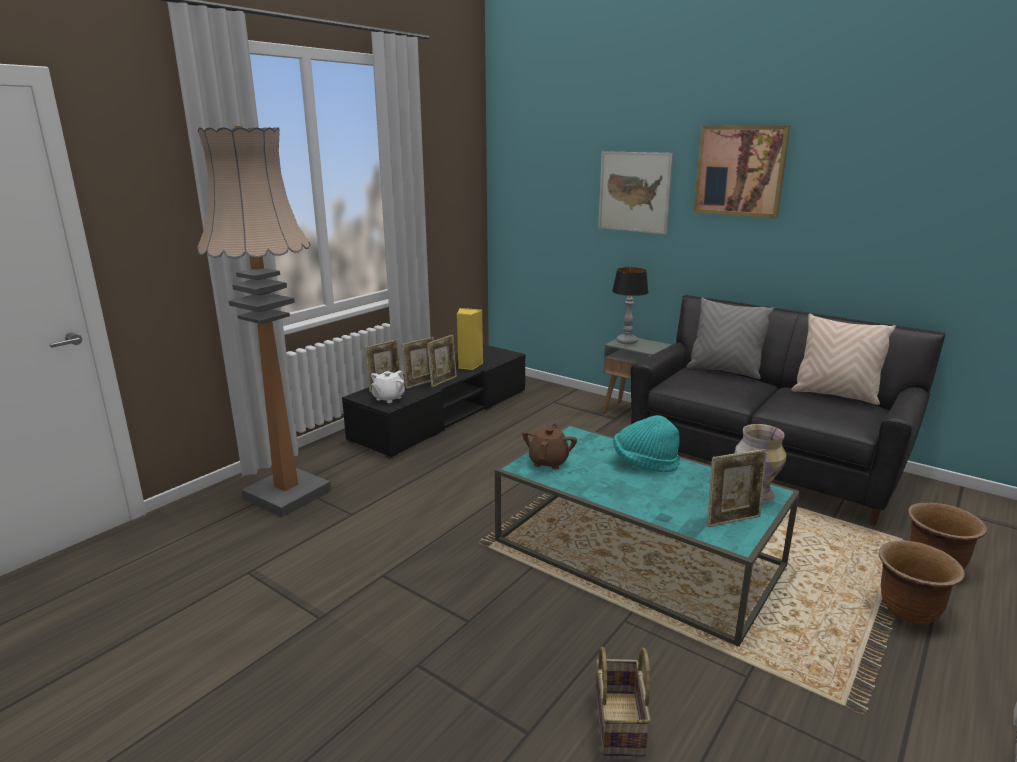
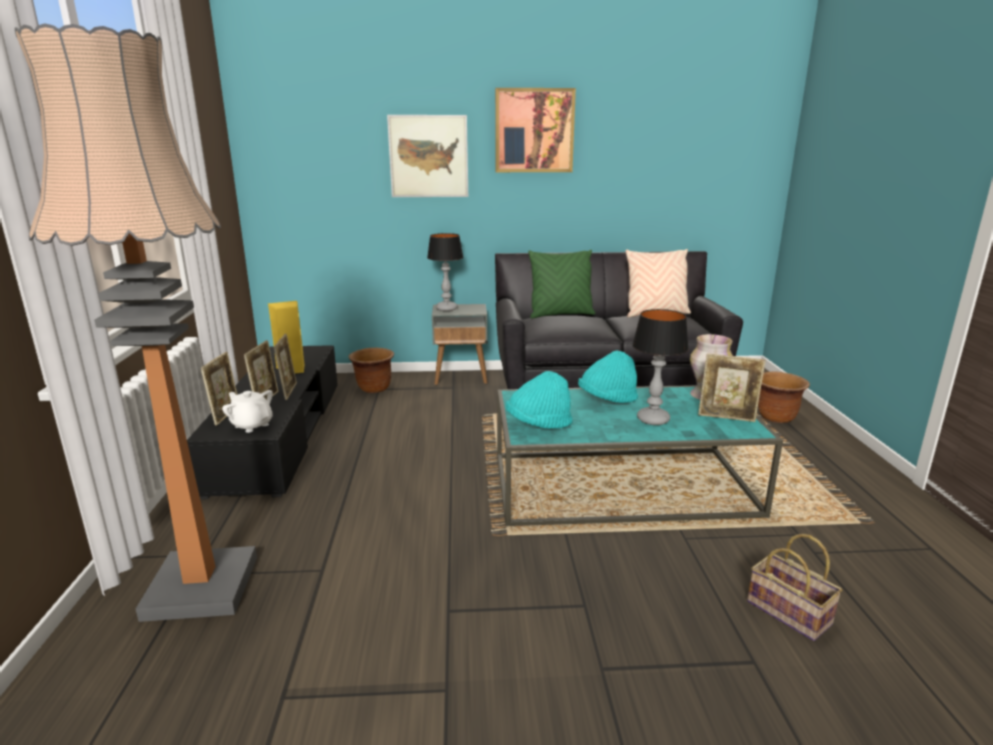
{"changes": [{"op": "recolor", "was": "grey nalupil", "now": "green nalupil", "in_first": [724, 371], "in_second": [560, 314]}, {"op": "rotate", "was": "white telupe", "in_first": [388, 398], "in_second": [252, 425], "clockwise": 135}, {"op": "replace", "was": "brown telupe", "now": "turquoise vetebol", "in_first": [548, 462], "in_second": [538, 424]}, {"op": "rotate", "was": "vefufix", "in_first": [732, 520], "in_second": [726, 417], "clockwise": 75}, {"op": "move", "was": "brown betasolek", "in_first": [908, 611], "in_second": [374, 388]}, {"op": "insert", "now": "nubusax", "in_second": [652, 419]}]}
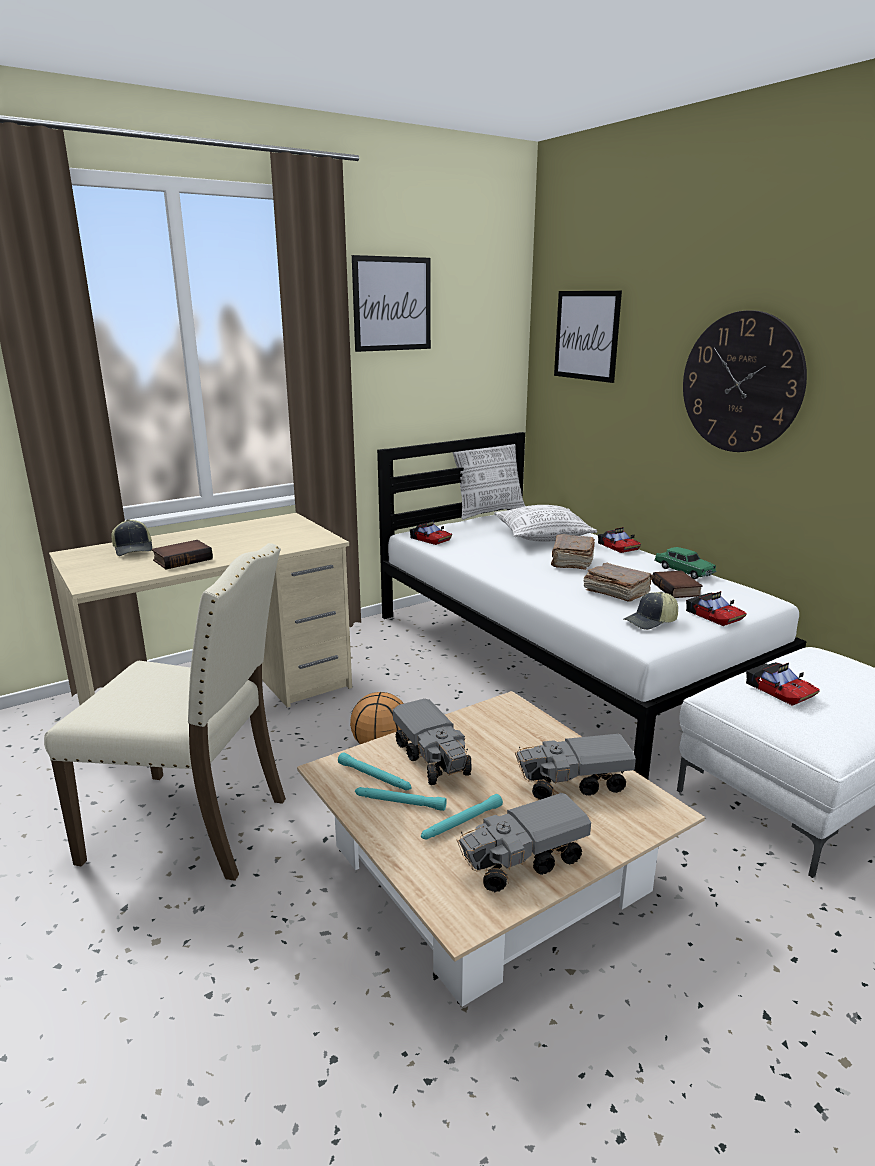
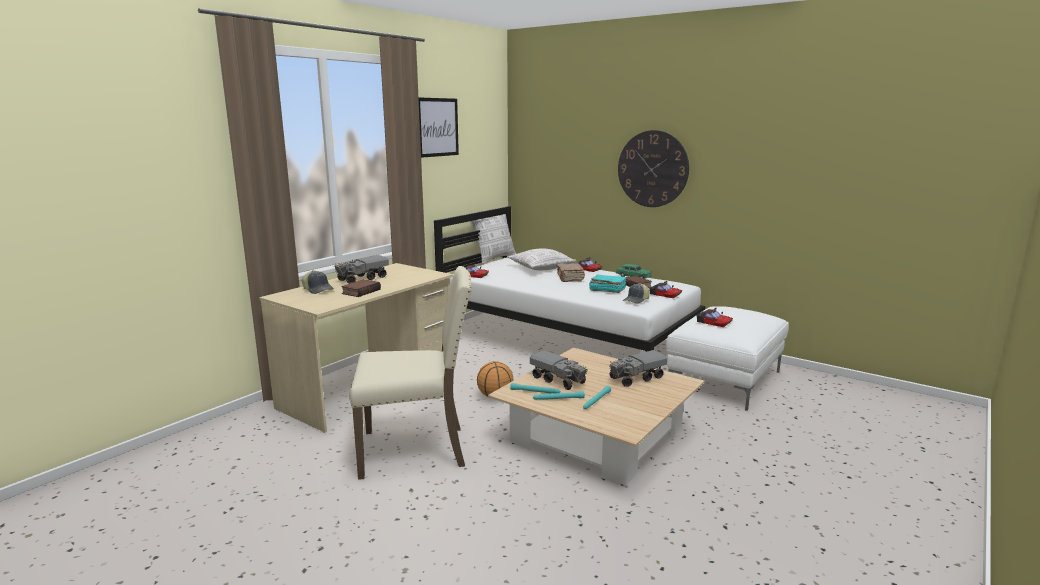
{"changes": [{"op": "delete", "was": "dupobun", "in_first": [586, 335]}, {"op": "recolor", "was": "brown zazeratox", "now": "turquoise zazeratox", "in_first": [616, 592], "in_second": [607, 290]}, {"op": "move", "was": "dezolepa", "in_first": [522, 860], "in_second": [362, 279]}]}
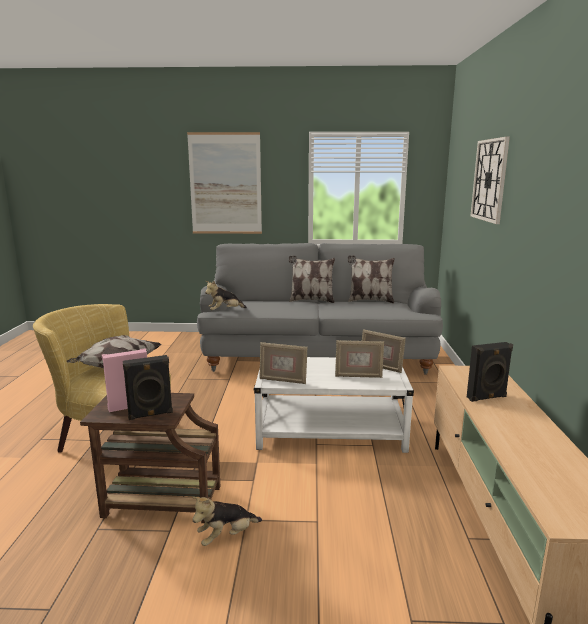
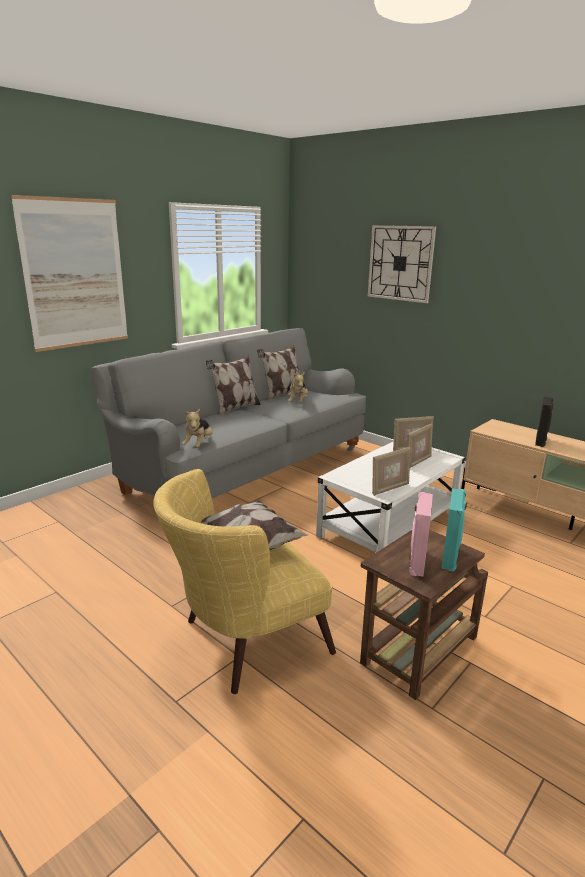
{"changes": [{"op": "recolor", "was": "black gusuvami", "now": "turquoise gusuvami", "in_first": [150, 414], "in_second": [450, 557]}, {"op": "move", "was": "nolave", "in_first": [226, 536], "in_second": [298, 402]}]}
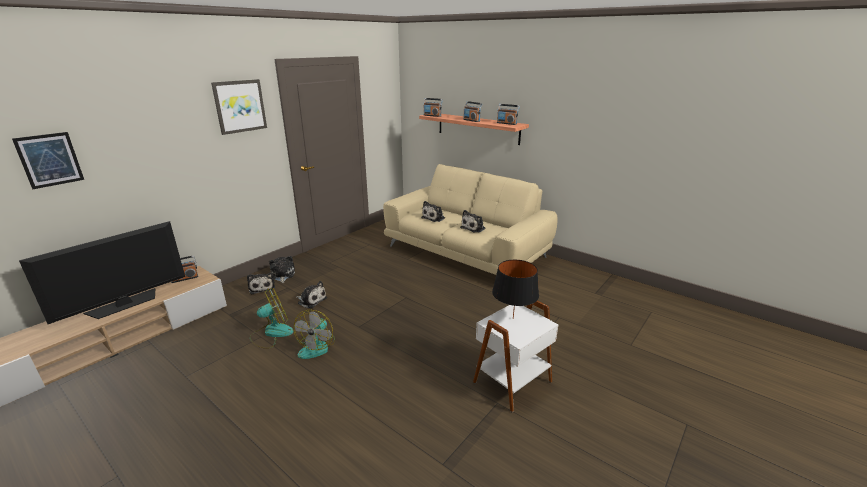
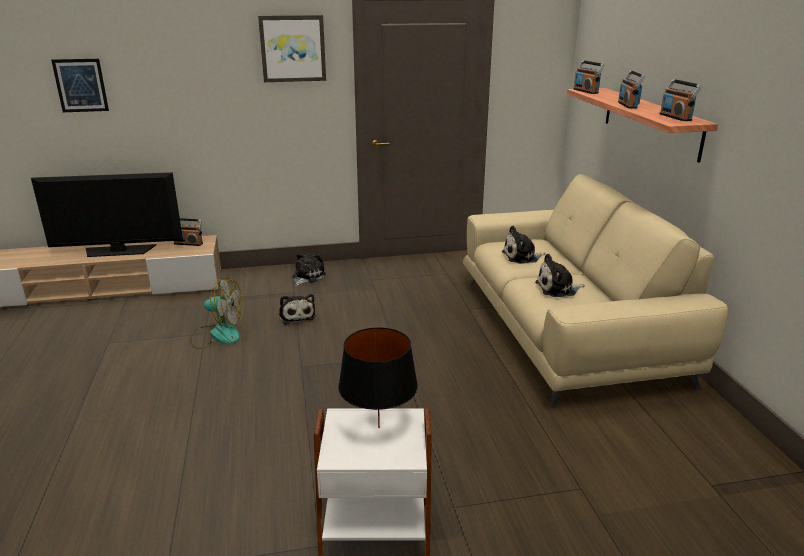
{"changes": [{"op": "delete", "was": "nolave", "in_first": [262, 287]}, {"op": "delete", "was": "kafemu", "in_first": [317, 346]}]}
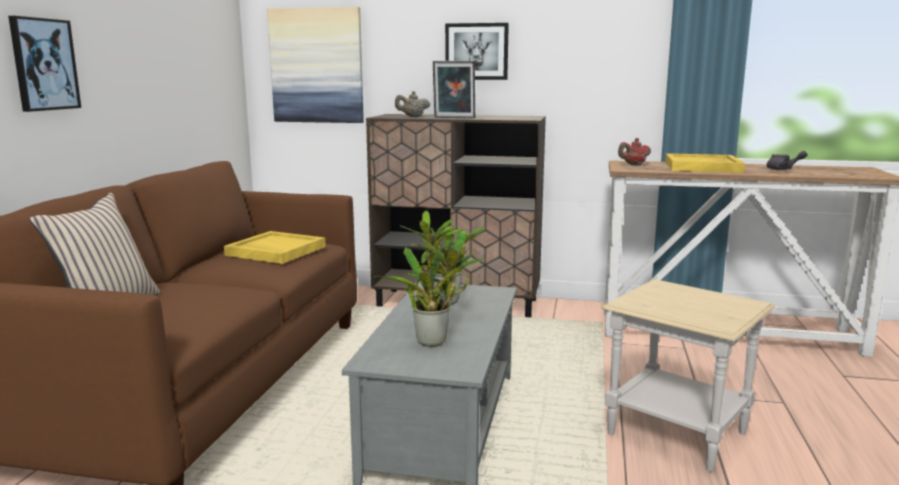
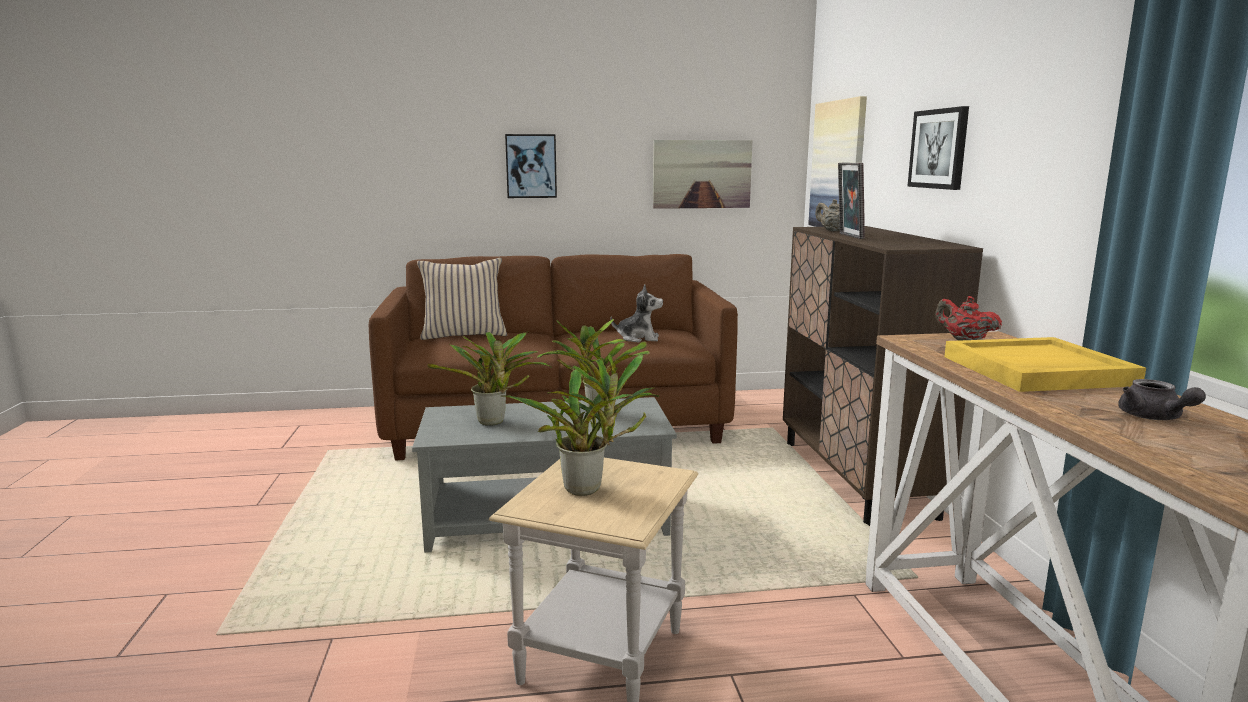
{"changes": [{"op": "replace", "was": "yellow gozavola", "now": "nolave", "in_first": [275, 251], "in_second": [638, 338]}, {"op": "insert", "now": "dupobun", "in_second": [702, 174]}, {"op": "insert", "now": "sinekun", "in_second": [588, 489]}]}
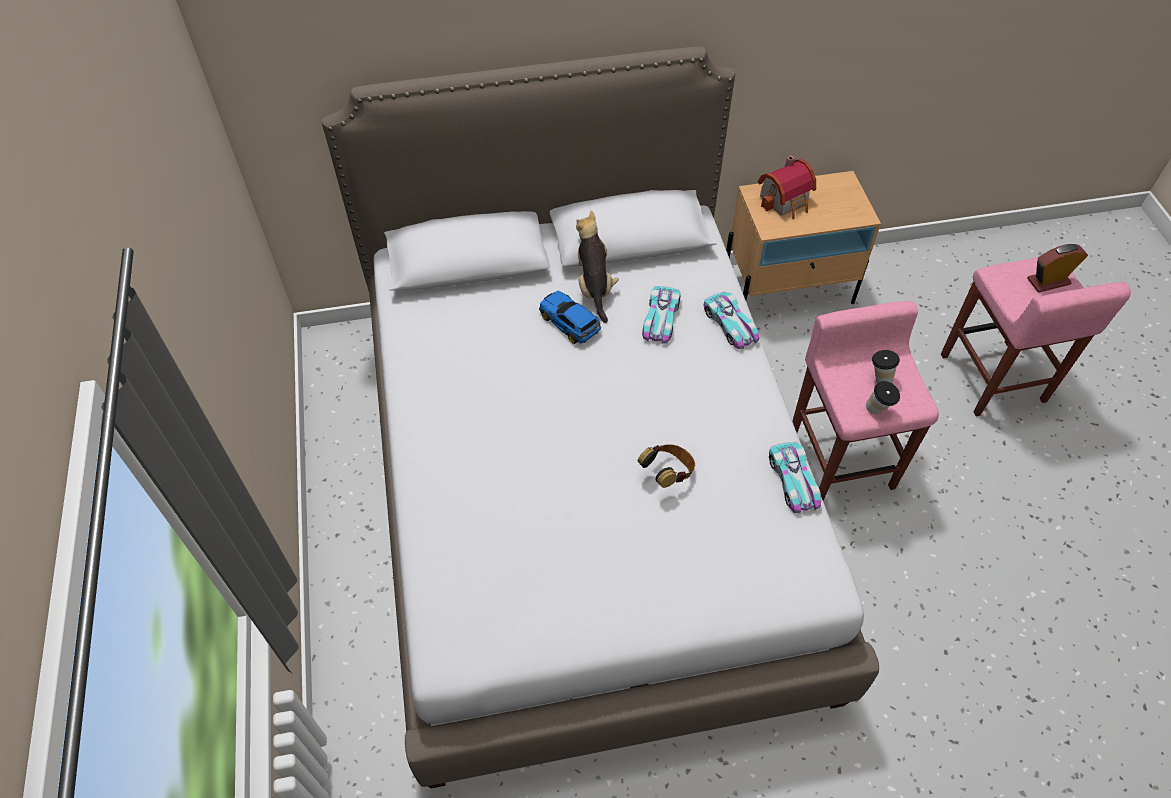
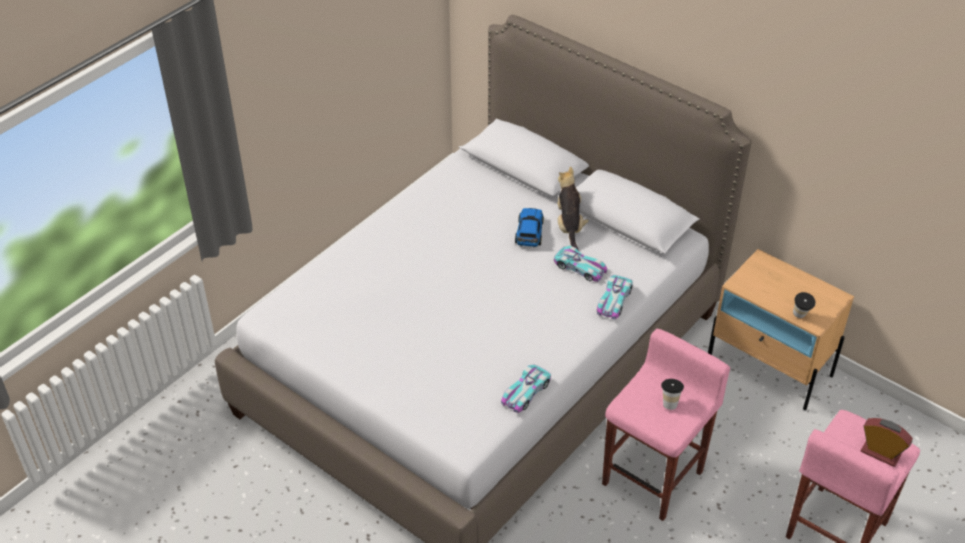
{"changes": [{"op": "delete", "was": "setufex", "in_first": [786, 201]}, {"op": "rotate", "was": "nolave", "in_first": [594, 286], "in_second": [569, 226], "clockwise": -45}, {"op": "rotate", "was": "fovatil", "in_first": [660, 318], "in_second": [580, 268], "clockwise": -120}, {"op": "move", "was": "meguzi", "in_first": [878, 410], "in_second": [800, 317]}, {"op": "delete", "was": "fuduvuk", "in_first": [668, 473]}]}
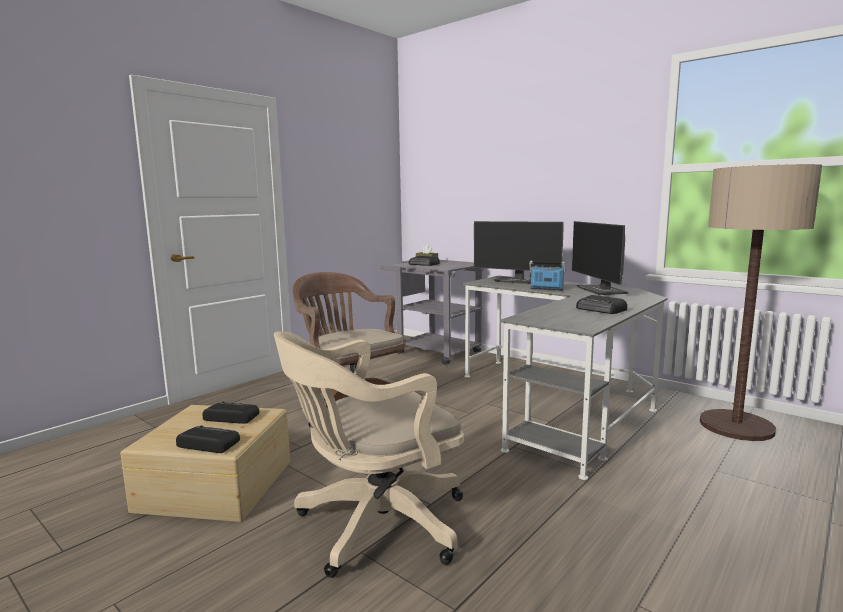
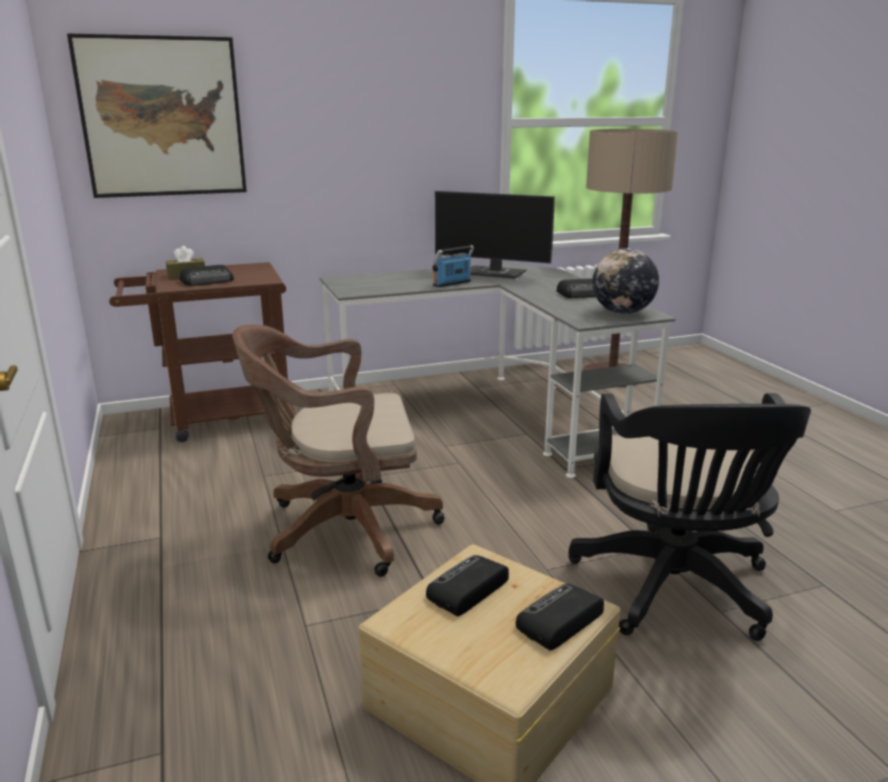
{"changes": [{"op": "delete", "was": "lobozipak", "in_first": [519, 281]}, {"op": "recolor", "was": "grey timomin", "now": "brown timomin", "in_first": [432, 351], "in_second": [218, 419]}, {"op": "recolor", "was": "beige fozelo", "now": "black fozelo", "in_first": [374, 526], "in_second": [675, 590]}, {"op": "insert", "now": "dupobun", "in_second": [162, 117]}, {"op": "insert", "now": "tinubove", "in_second": [622, 313]}]}
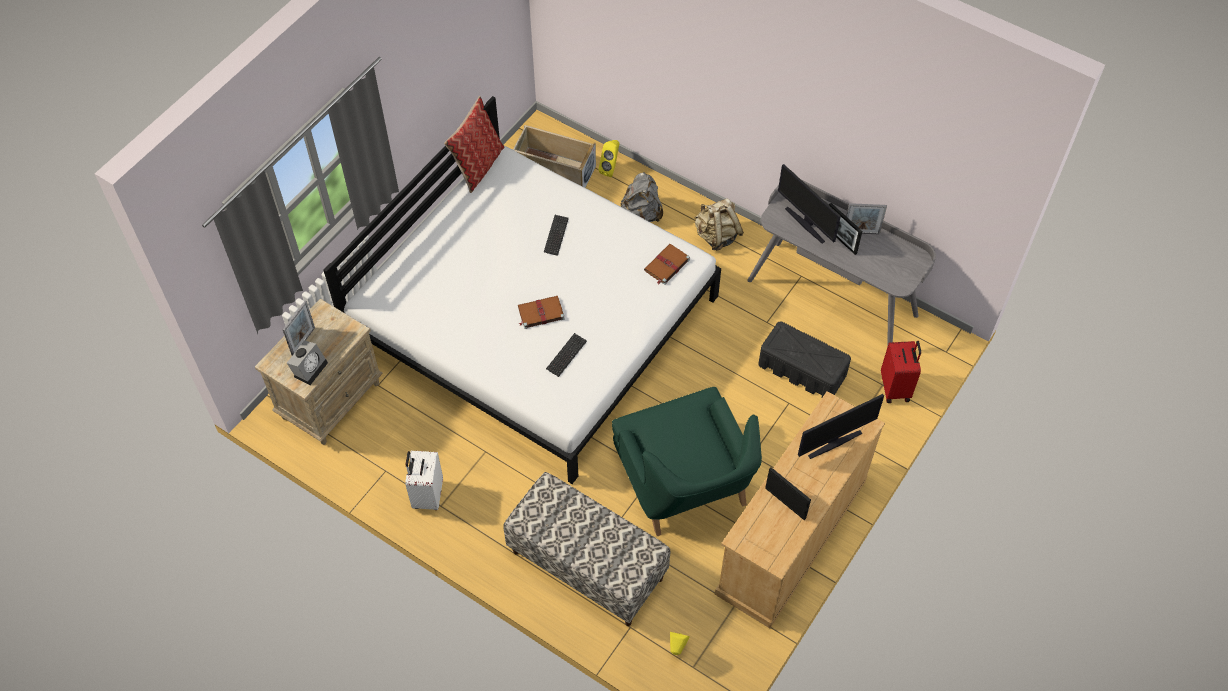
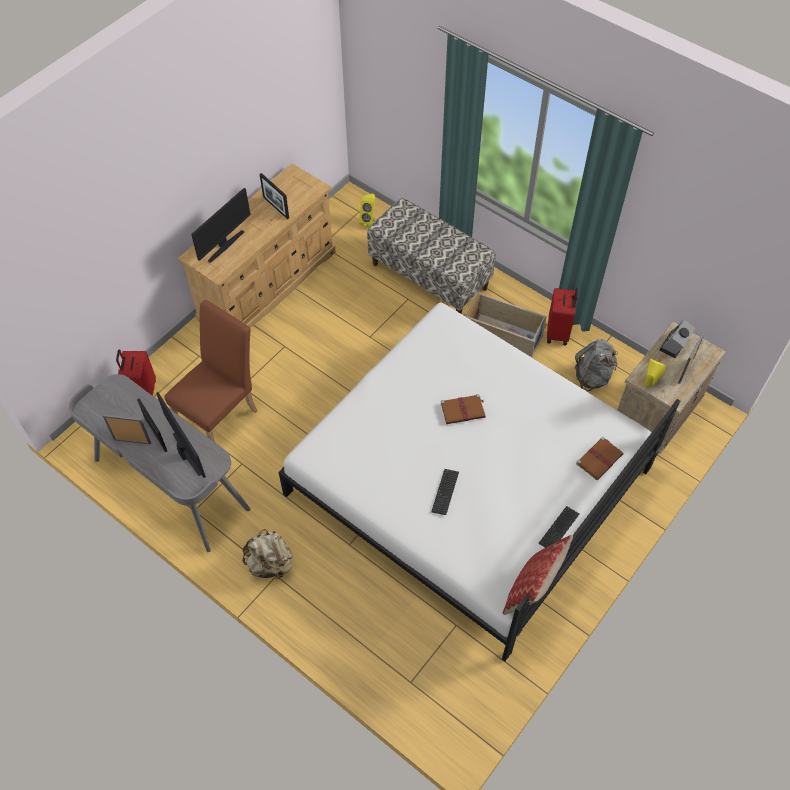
{"changes": [{"op": "move", "was": "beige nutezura", "in_first": [553, 170], "in_second": [503, 337]}, {"op": "move", "was": "yellow gusuvami", "in_first": [610, 169], "in_second": [648, 384]}, {"op": "move", "was": "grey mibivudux", "in_first": [641, 214], "in_second": [592, 376]}, {"op": "move", "was": "brown zazeratox", "in_first": [666, 265], "in_second": [599, 458]}, {"op": "replace", "was": "black nutezura", "now": "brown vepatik", "in_first": [801, 370], "in_second": [222, 415]}, {"op": "move", "was": "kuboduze", "in_first": [566, 355], "in_second": [559, 529]}, {"op": "delete", "was": "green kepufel", "in_first": [685, 484]}, {"op": "rotate", "was": "lobozipak", "in_first": [834, 443], "in_second": [225, 245], "clockwise": 150}, {"op": "recolor", "was": "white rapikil", "now": "red rapikil", "in_first": [427, 495], "in_second": [558, 332]}]}
